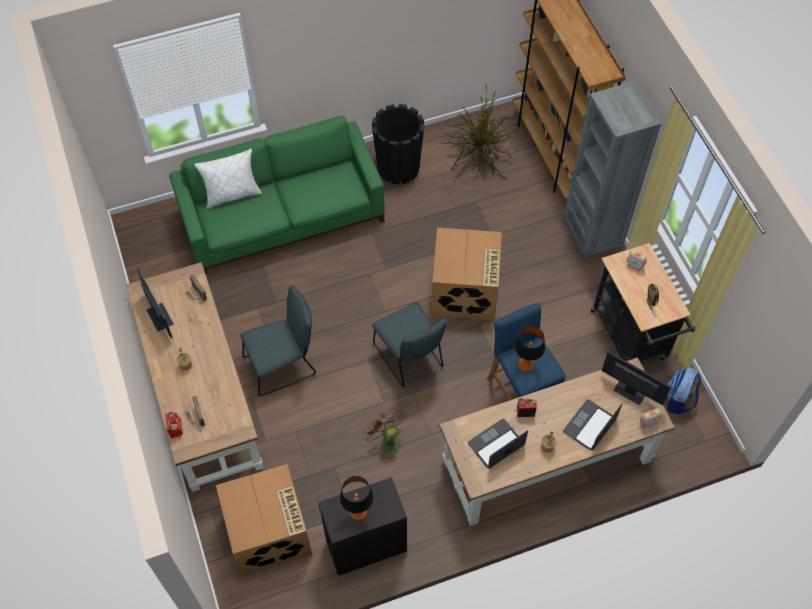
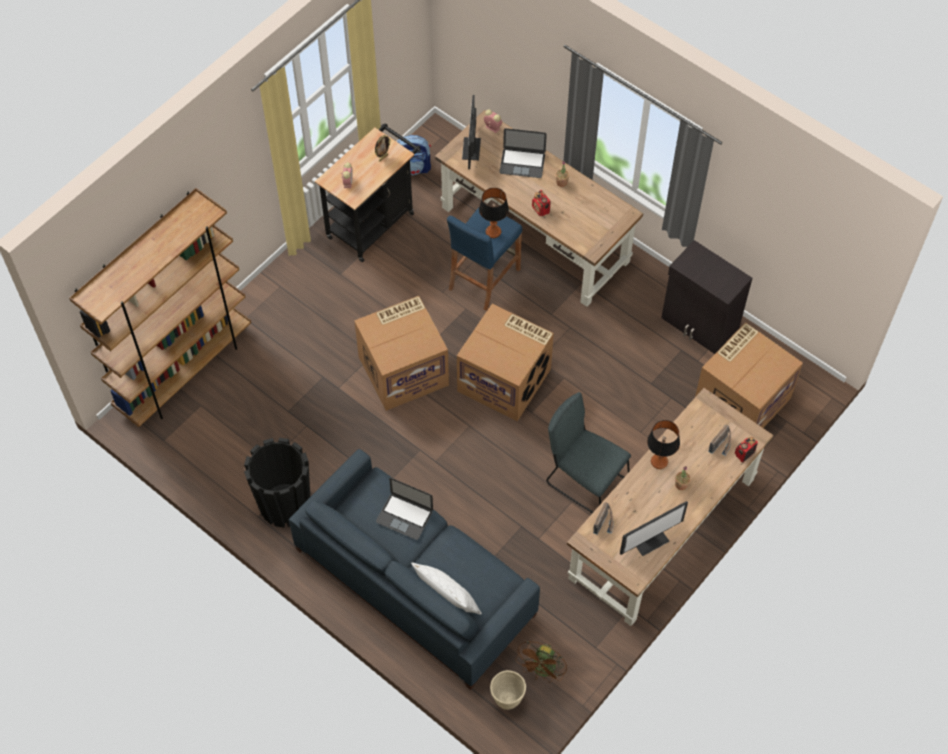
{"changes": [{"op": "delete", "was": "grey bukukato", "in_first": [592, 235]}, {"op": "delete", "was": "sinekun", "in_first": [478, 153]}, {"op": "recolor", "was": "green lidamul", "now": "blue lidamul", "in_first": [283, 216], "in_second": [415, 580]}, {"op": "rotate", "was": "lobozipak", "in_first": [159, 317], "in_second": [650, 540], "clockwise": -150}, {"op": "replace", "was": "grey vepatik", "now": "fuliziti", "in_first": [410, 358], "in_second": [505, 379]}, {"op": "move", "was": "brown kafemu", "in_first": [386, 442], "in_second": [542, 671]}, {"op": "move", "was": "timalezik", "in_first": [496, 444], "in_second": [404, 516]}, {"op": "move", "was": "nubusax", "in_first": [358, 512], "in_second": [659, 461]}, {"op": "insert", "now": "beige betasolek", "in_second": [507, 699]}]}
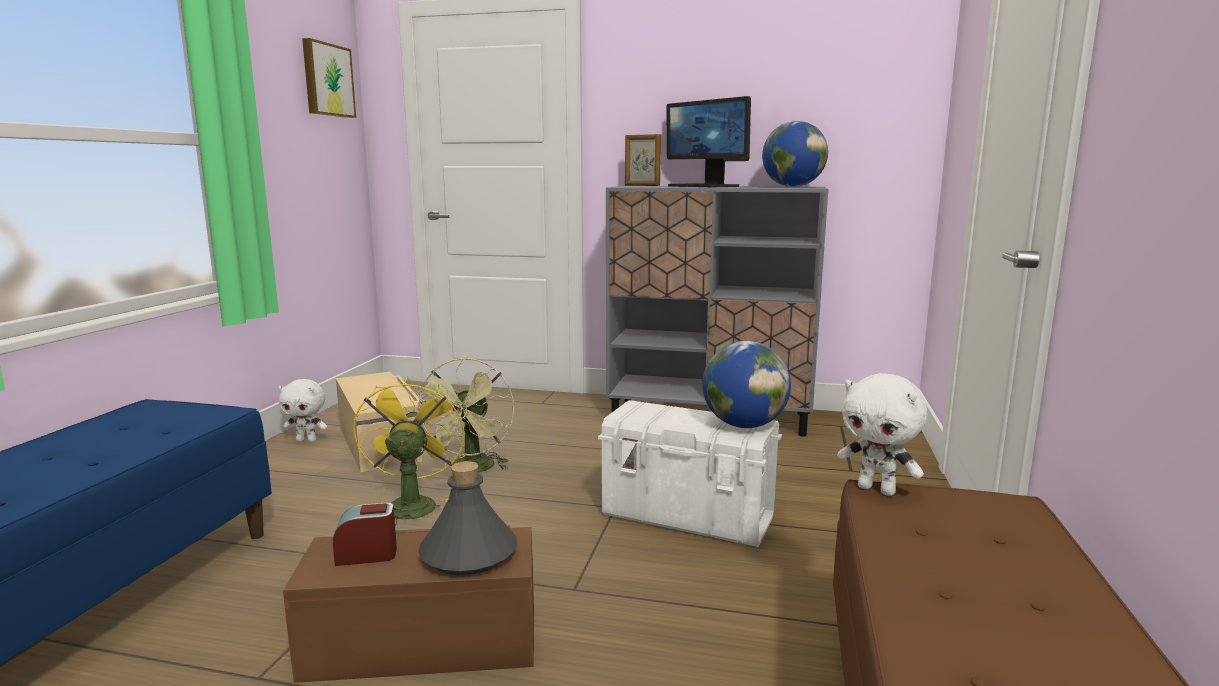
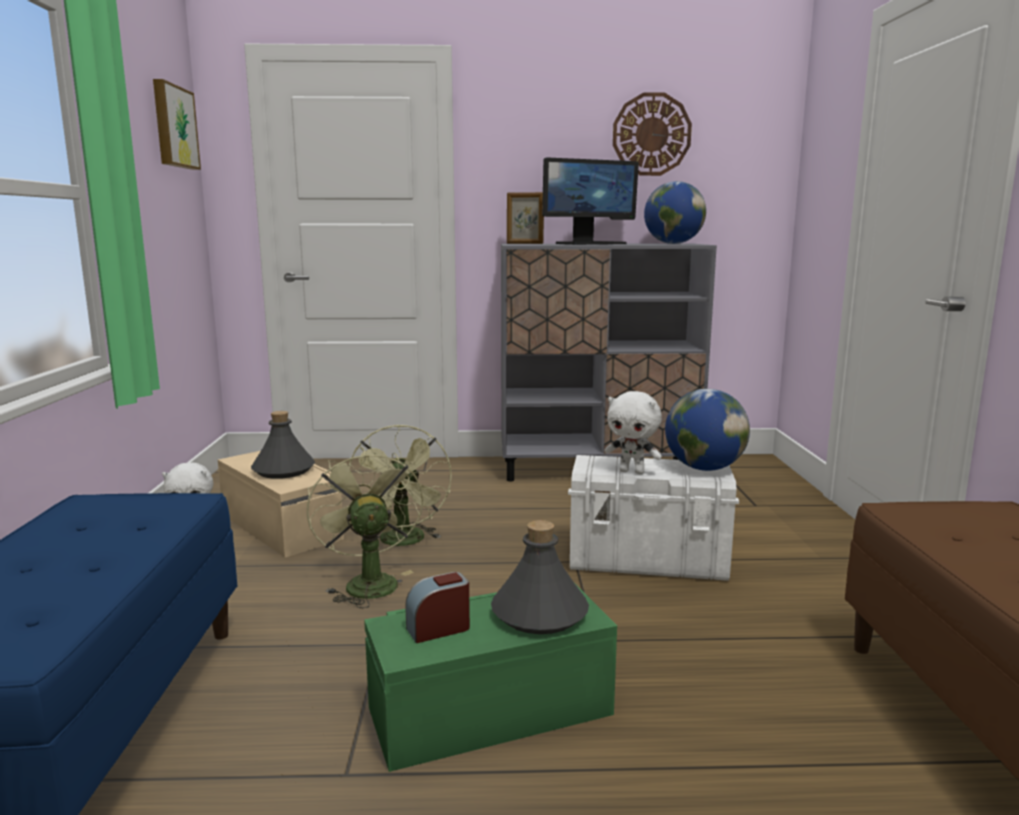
{"changes": [{"op": "rotate", "was": "lobozipak", "in_first": [704, 186], "in_second": [590, 244], "clockwise": -60}, {"op": "move", "was": "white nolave", "in_first": [877, 489], "in_second": [632, 472]}, {"op": "recolor", "was": "yellow kafemu", "now": "green kafemu", "in_first": [411, 504], "in_second": [367, 582]}, {"op": "recolor", "was": "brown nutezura", "now": "green nutezura", "in_first": [423, 640], "in_second": [489, 709]}, {"op": "insert", "now": "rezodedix", "in_second": [651, 134]}, {"op": "insert", "now": "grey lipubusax", "in_second": [283, 470]}]}
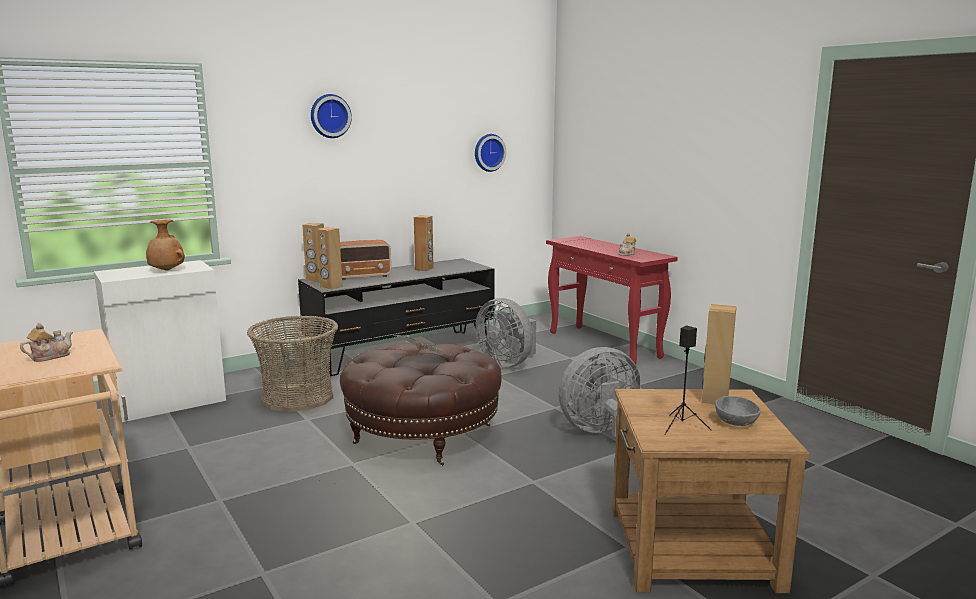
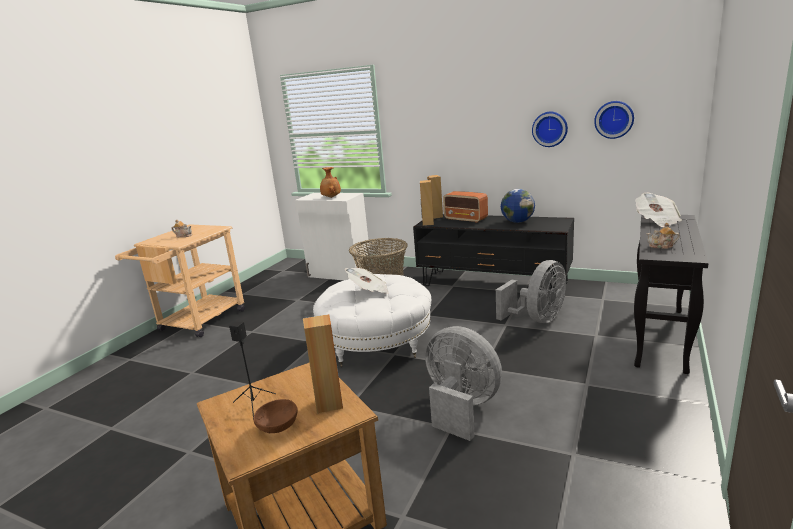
{"changes": [{"op": "move", "was": "rezodedix", "in_first": [329, 116], "in_second": [550, 129]}, {"op": "replace", "was": "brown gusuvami", "now": "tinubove", "in_first": [424, 269], "in_second": [517, 222]}, {"op": "recolor", "was": "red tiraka", "now": "black tiraka", "in_first": [604, 345], "in_second": [660, 337]}, {"op": "rotate", "was": "grey kafemu", "in_first": [507, 363], "in_second": [537, 319], "clockwise": -150}, {"op": "recolor", "was": "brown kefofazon", "now": "white kefofazon", "in_first": [423, 434], "in_second": [376, 343]}, {"op": "recolor", "was": "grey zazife", "now": "brown zazife", "in_first": [737, 422], "in_second": [278, 427]}, {"op": "insert", "now": "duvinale", "in_second": [657, 221]}]}
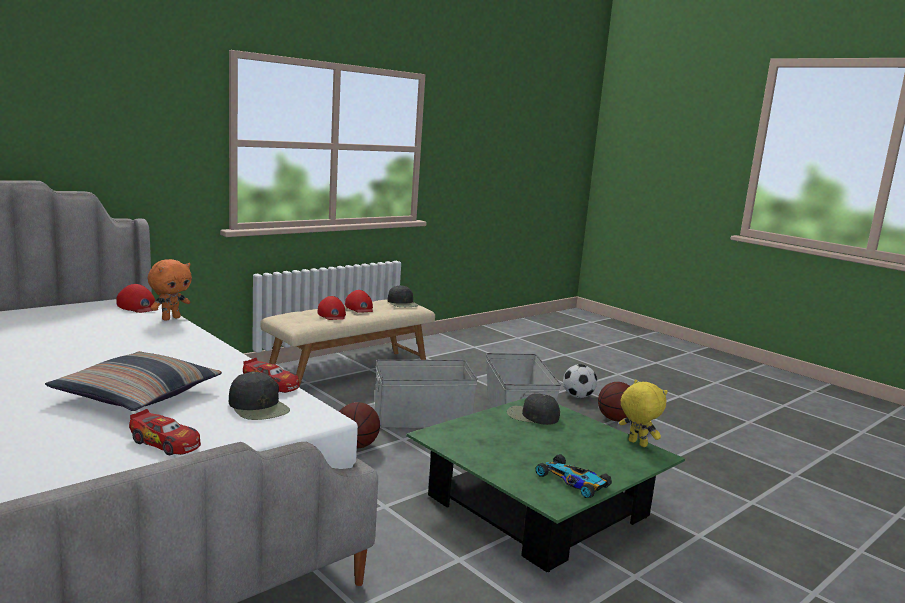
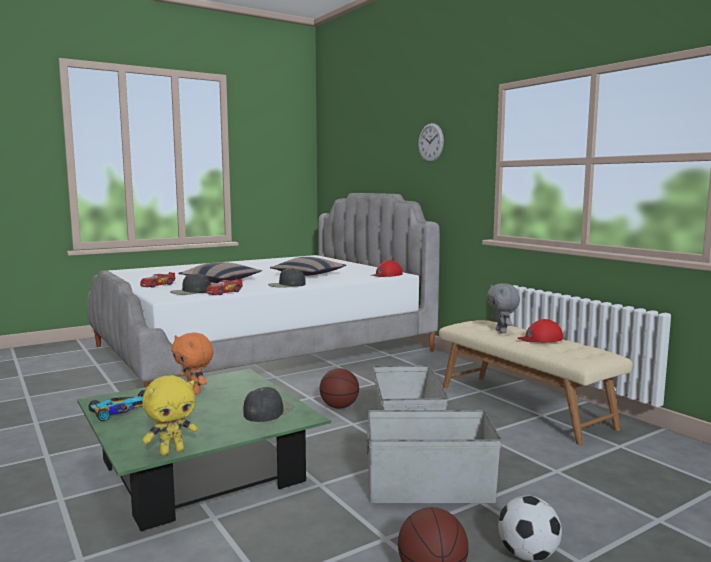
{"changes": [{"op": "move", "was": "orange nolave", "in_first": [170, 318], "in_second": [194, 392]}, {"op": "move", "was": "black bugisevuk", "in_first": [402, 303], "in_second": [286, 285]}, {"op": "replace", "was": "red bugisevuk", "now": "grey nolave", "in_first": [332, 314], "in_second": [502, 331]}, {"op": "insert", "now": "rezodedix", "in_second": [431, 142]}, {"op": "insert", "now": "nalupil", "in_second": [308, 275]}]}
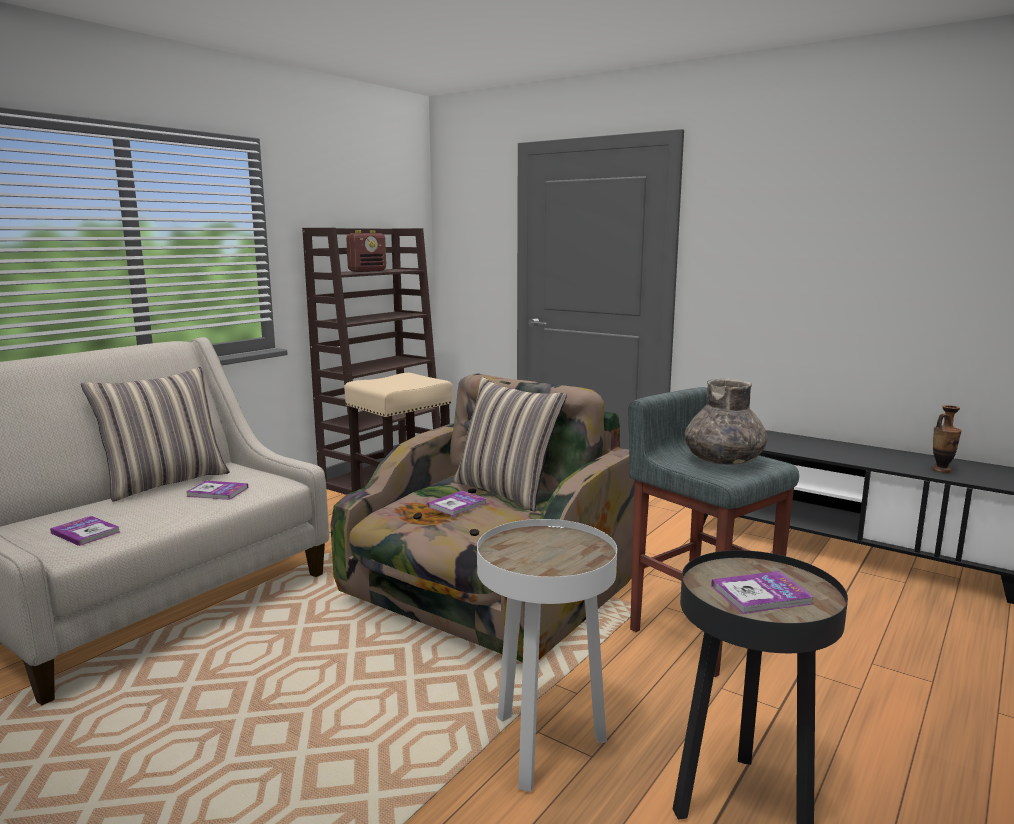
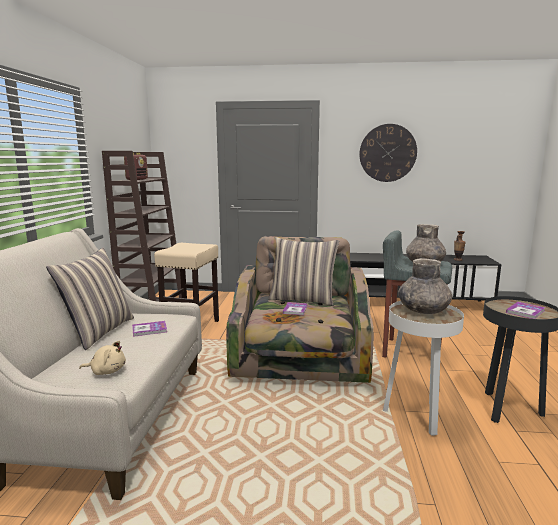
{"changes": [{"op": "replace", "was": "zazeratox", "now": "beige nolave", "in_first": [85, 532], "in_second": [106, 371]}, {"op": "insert", "now": "rezodedix", "in_second": [387, 153]}, {"op": "insert", "now": "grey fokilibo", "in_second": [423, 310]}]}
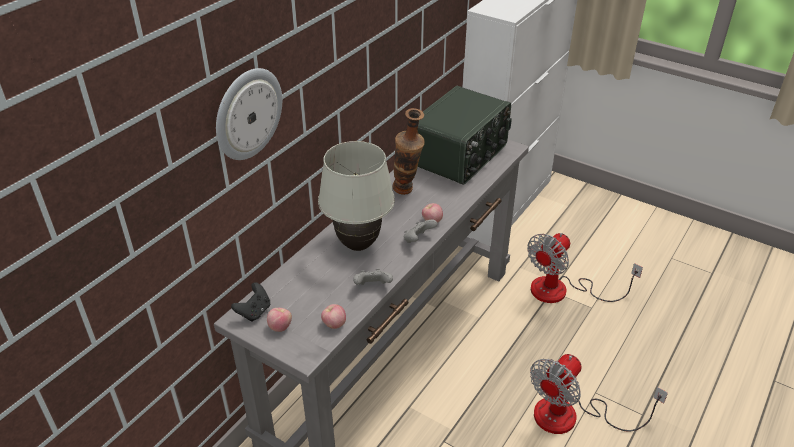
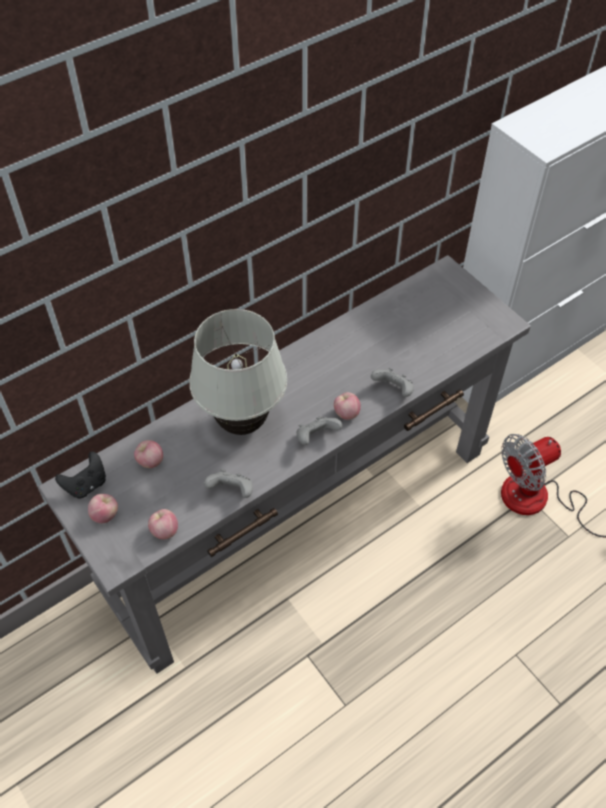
{"changes": [{"op": "delete", "was": "rezodedix", "in_first": [247, 113]}, {"op": "delete", "was": "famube", "in_first": [460, 155]}, {"op": "delete", "was": "fokilibo", "in_first": [407, 192]}, {"op": "delete", "was": "kafemu", "in_first": [571, 417]}, {"op": "insert", "now": "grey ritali", "in_second": [393, 390]}, {"op": "insert", "now": "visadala", "in_second": [150, 461]}]}
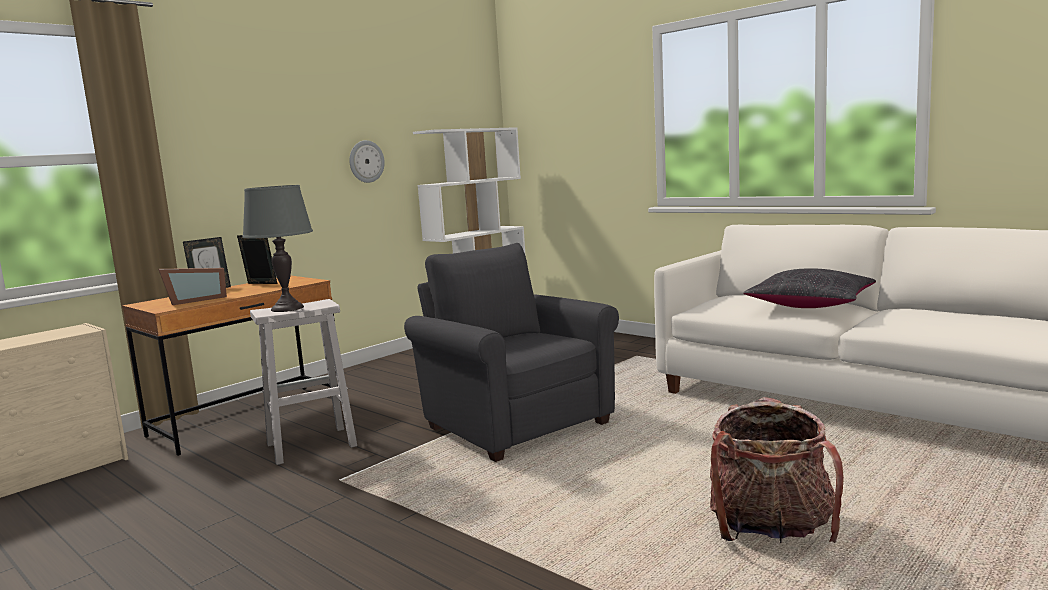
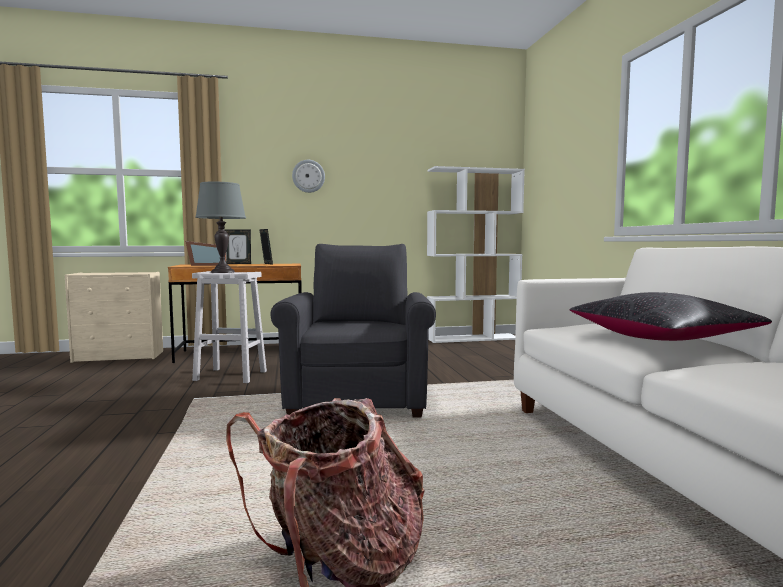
{"changes": [{"op": "move", "was": "rezodedix", "in_first": [366, 161], "in_second": [308, 176]}]}
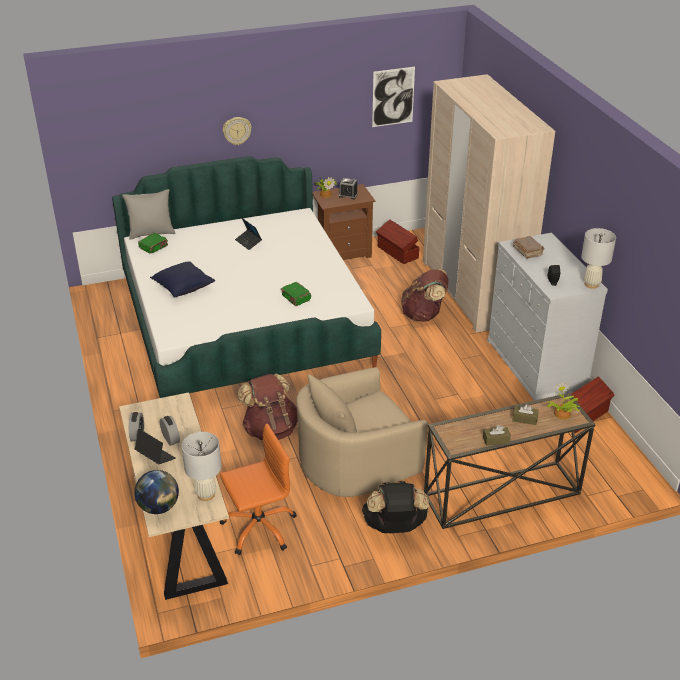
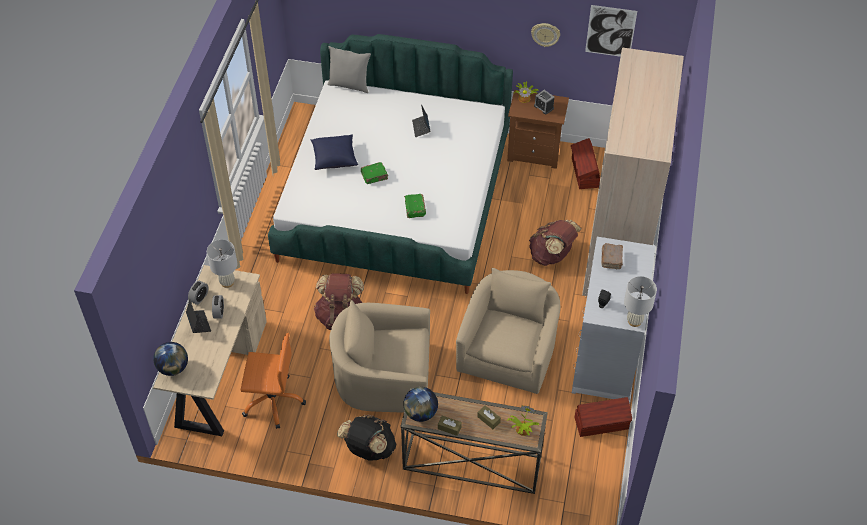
{"changes": [{"op": "move", "was": "rezodedix", "in_first": [237, 130], "in_second": [545, 34]}, {"op": "move", "was": "green zazeratox", "in_first": [154, 247], "in_second": [374, 176]}, {"op": "move", "was": "white nubusax", "in_first": [206, 495], "in_second": [227, 282]}, {"op": "insert", "now": "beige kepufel", "in_second": [509, 351]}, {"op": "insert", "now": "tinubove", "in_second": [420, 413]}]}
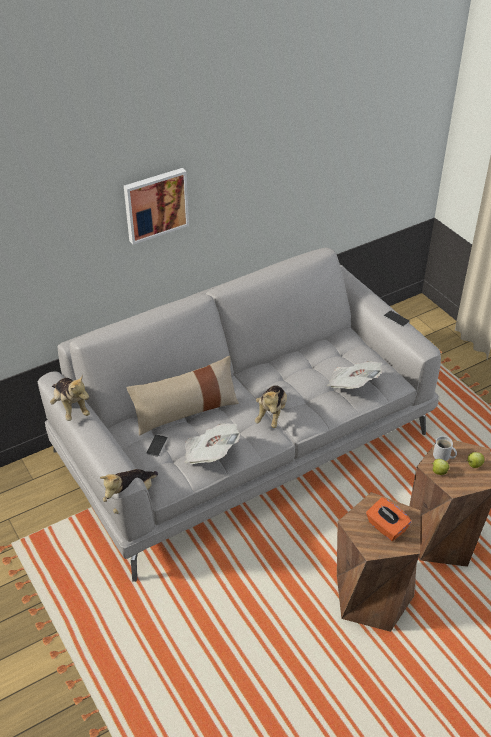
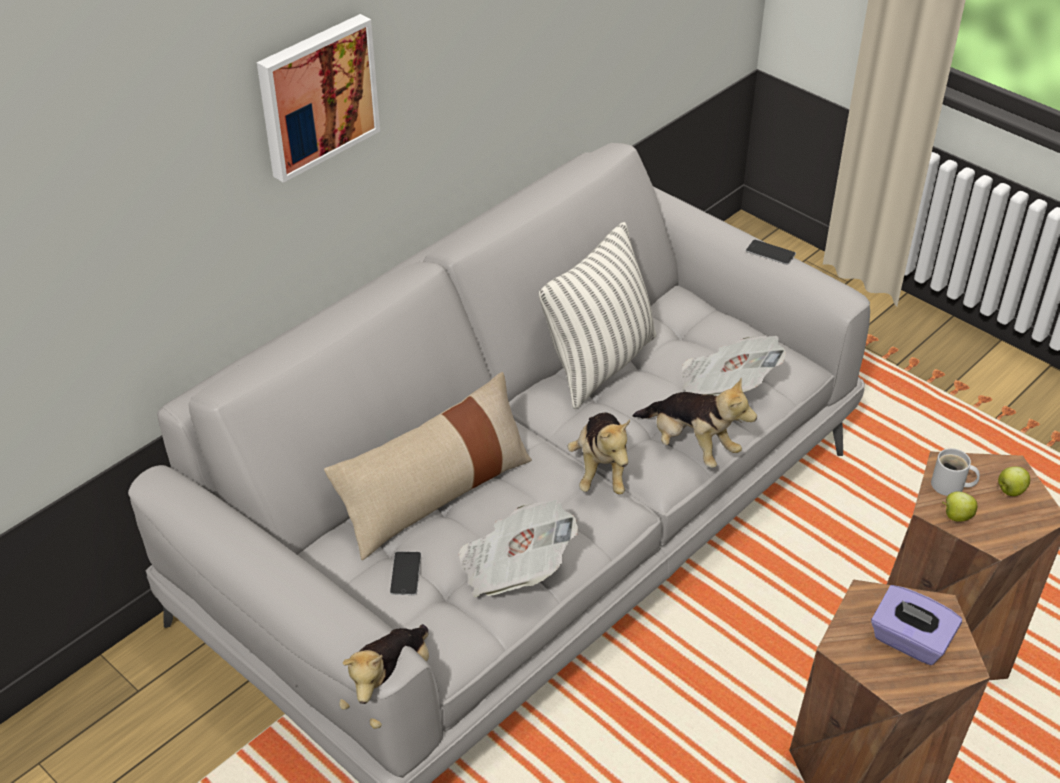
{"changes": [{"op": "move", "was": "nolave", "in_first": [71, 408], "in_second": [690, 446]}, {"op": "recolor", "was": "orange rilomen", "now": "purple rilomen", "in_first": [386, 527], "in_second": [909, 641]}, {"op": "insert", "now": "nalupil", "in_second": [600, 364]}]}
